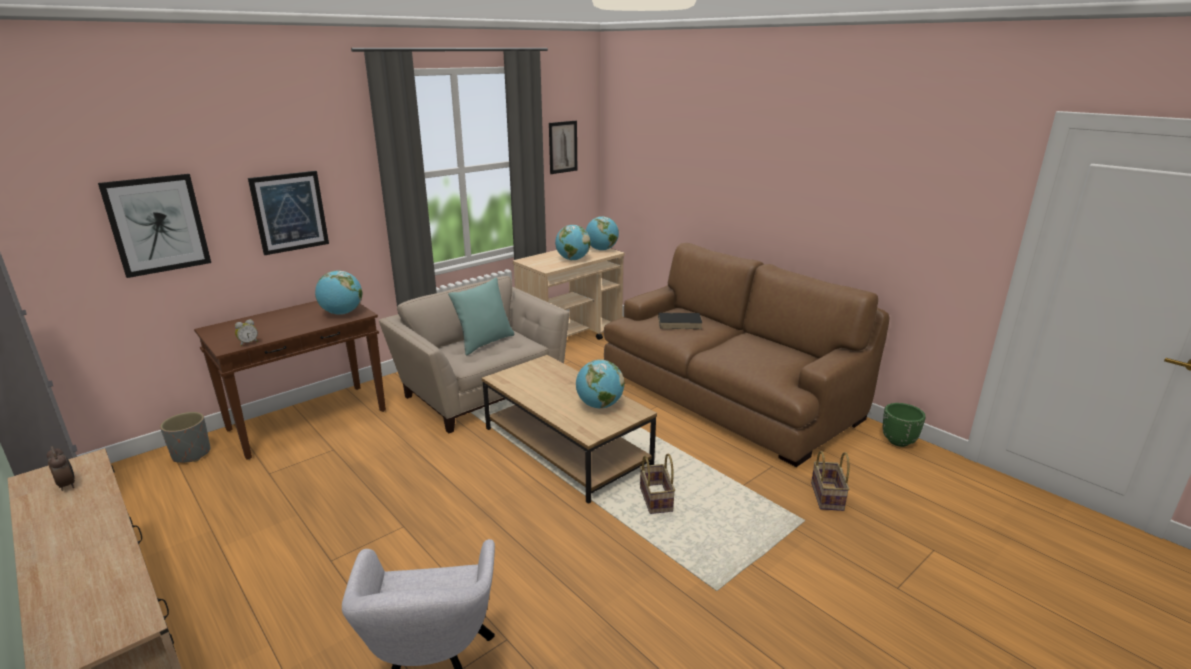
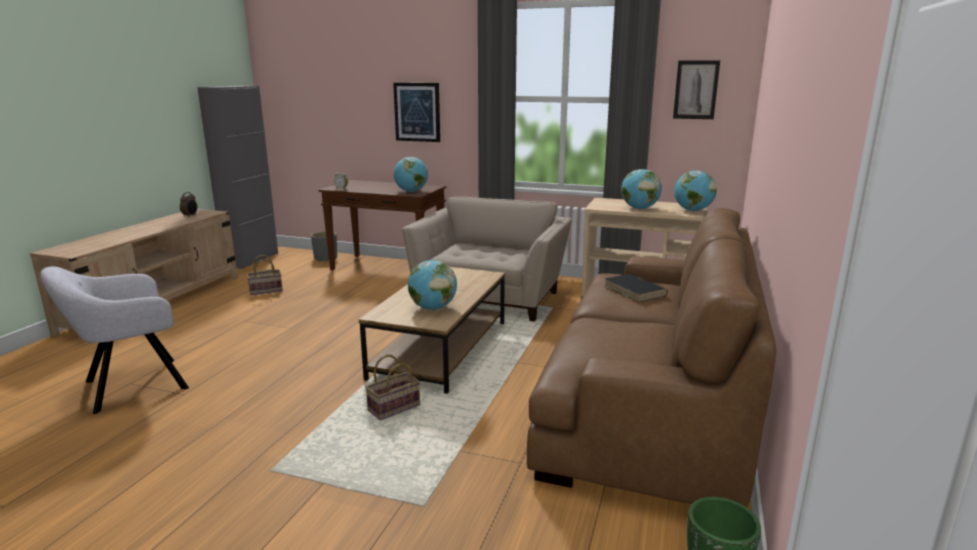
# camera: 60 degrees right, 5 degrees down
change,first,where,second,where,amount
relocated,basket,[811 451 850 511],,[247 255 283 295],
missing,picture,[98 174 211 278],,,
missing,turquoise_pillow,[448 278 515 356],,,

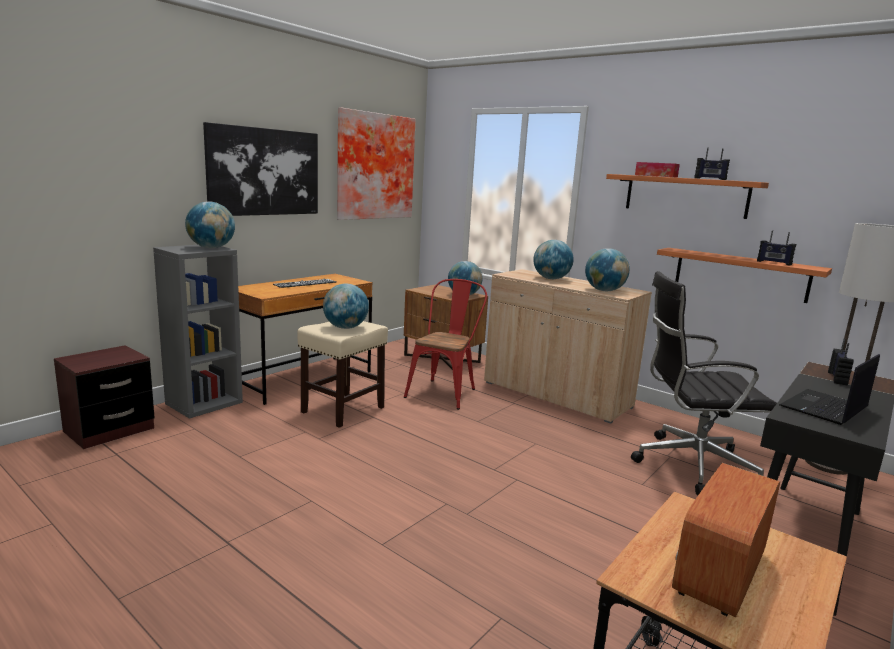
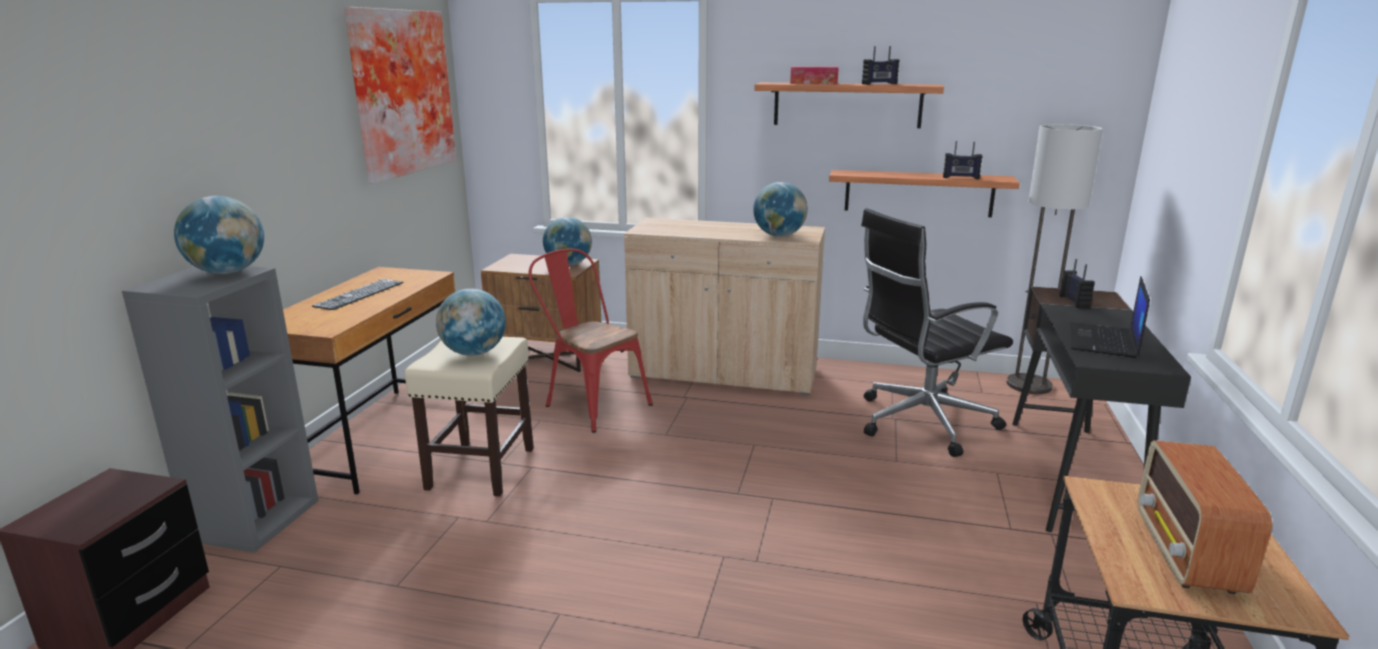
# camera: 25 degrees left, 5 degrees up
change,first,where,second,where,amount
spun,red_chair,[404 279 487 410],,[528 249 653 433],45 degrees counterclockwise
missing,picture,[203 122 318 216],,,
missing,globe,[533 240 574 279],,,

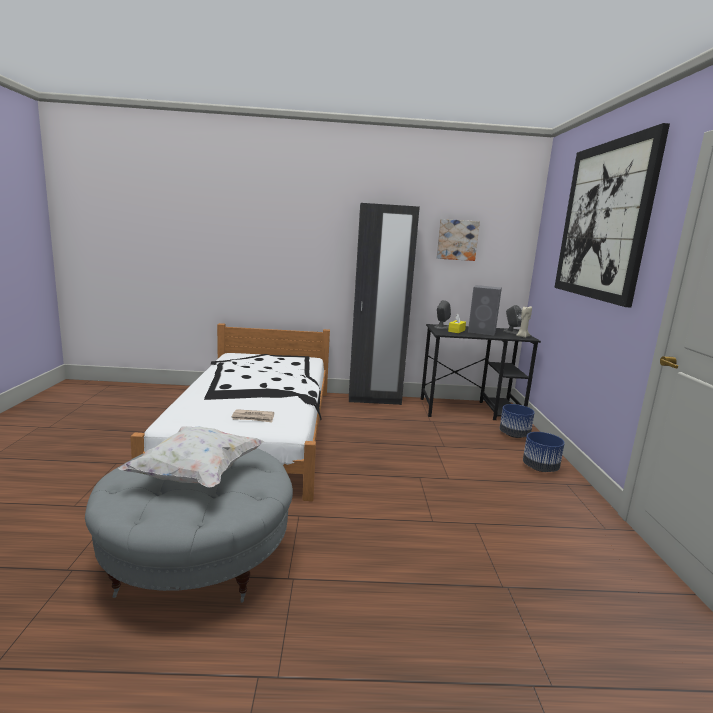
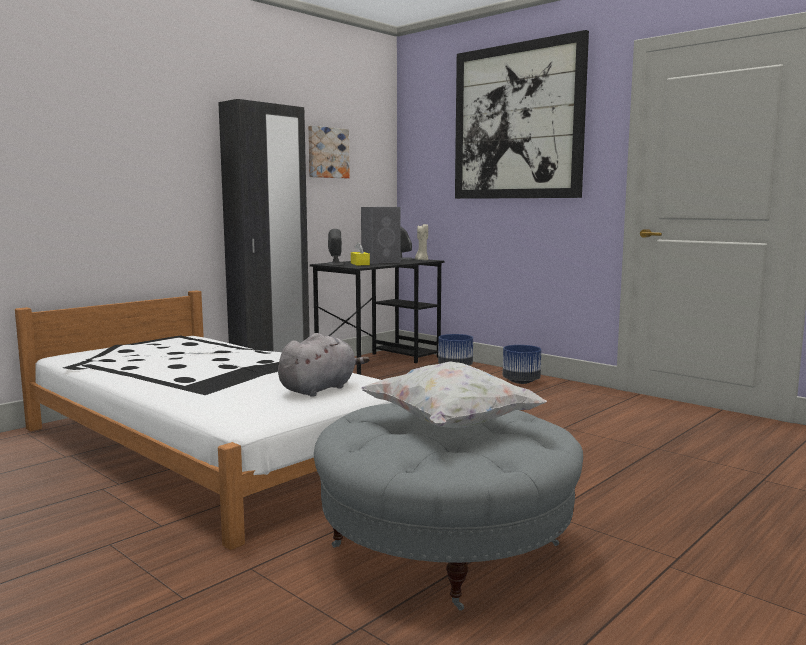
# camera: 45 degrees left, 5 degrees down
change,first,where,second,where,amount
exchanged,newspaper,[231 409 274 422],grey_plush_toy,[278 333 370 397],

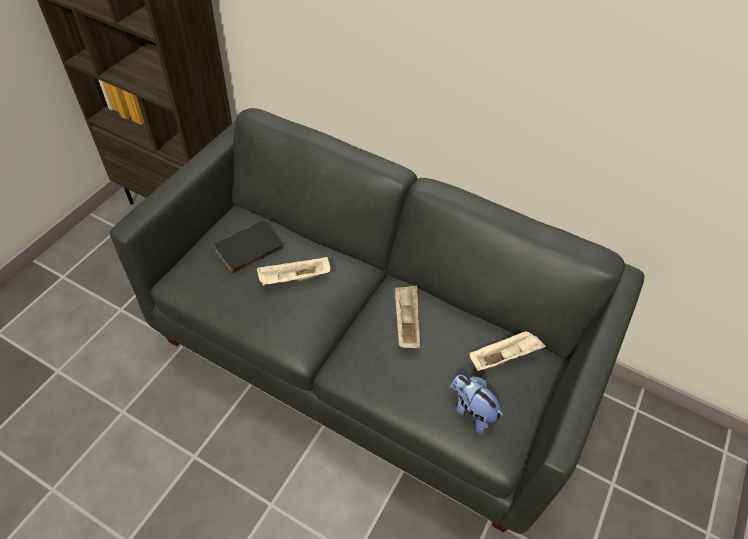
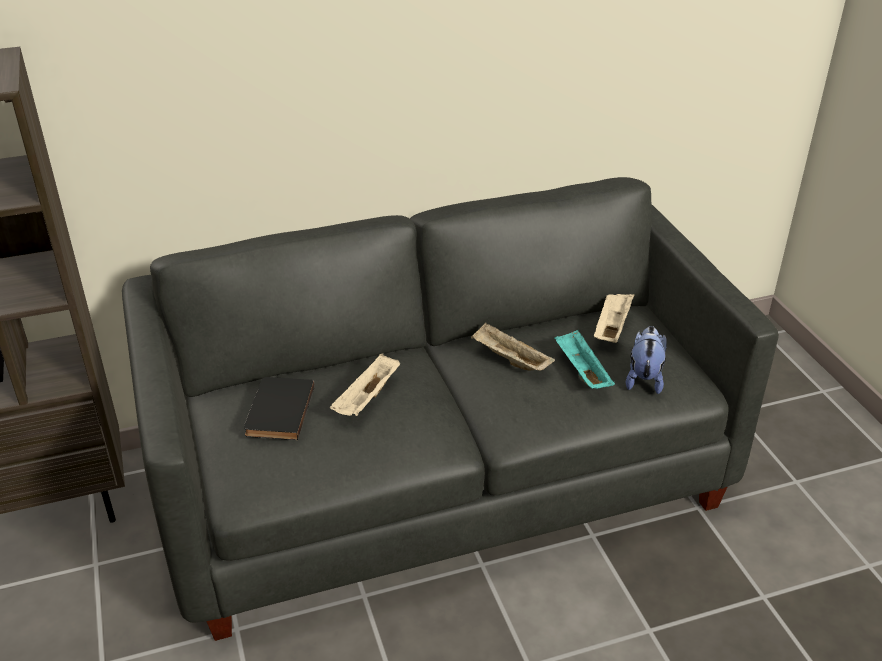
# camera: 45 degrees left, 15 degrees down
change,first,where,second,where,amount
appeared,,,turquoise_tray,[554 330 615 389],
spun,plush_toy,[449 375 504 435],,[626 326 667 394],105 degrees clockwise

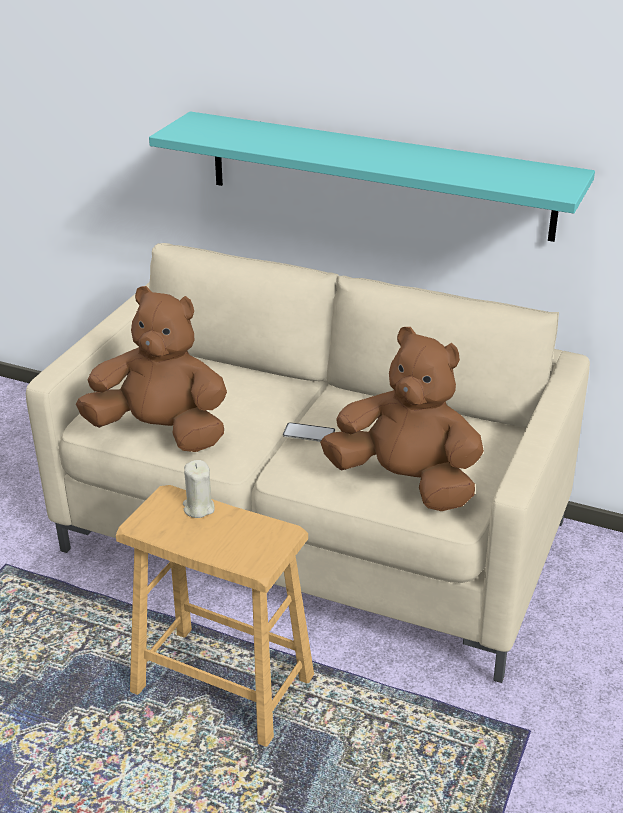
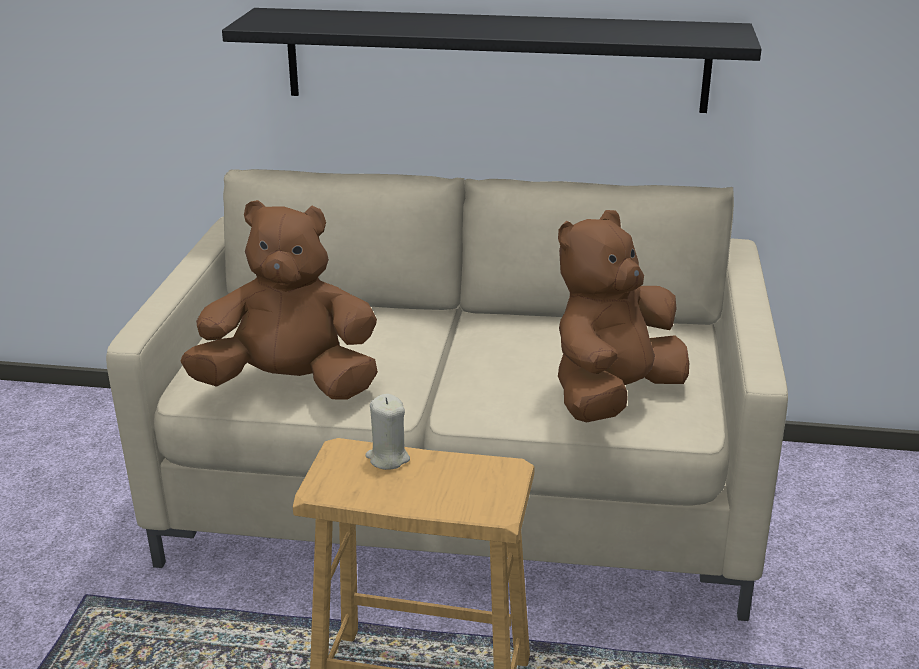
# camera: 15 degrees left, 5 degrees down
change,first,where,second,where,amount
colour,turquoise_shelf,[149 111 595 242],black_shelf,[222 8 762 113],
spun,brown_plush_toy,[320 327 484 511],,[558 210 689 423],60 degrees counterclockwise
missing,phone,[283 422 335 442],,,

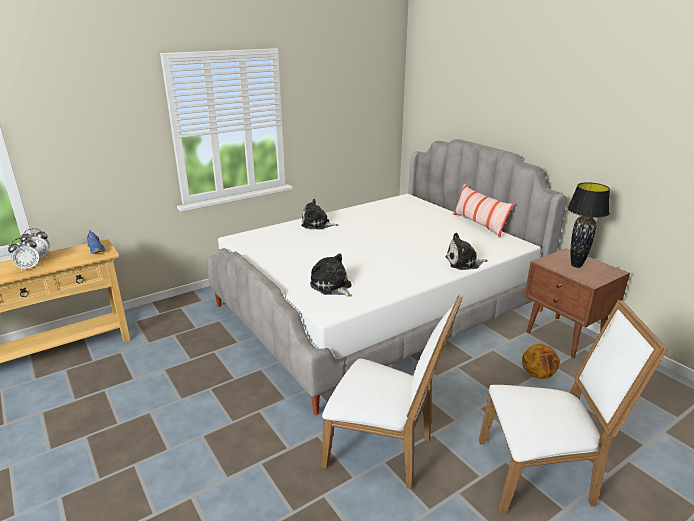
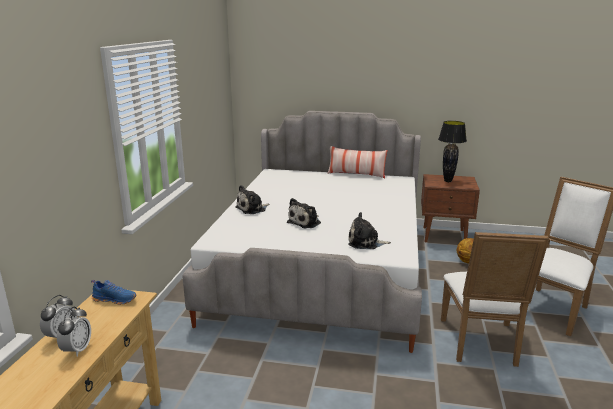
# camera: 45 degrees left, 5 degrees down
change,first,where,second,where,amount
relocated,plush_toy,[445 233 488 270],,[287 198 321 229],
spun,white_chair,[322 295 463 490],,[441 232 549 367],120 degrees clockwise

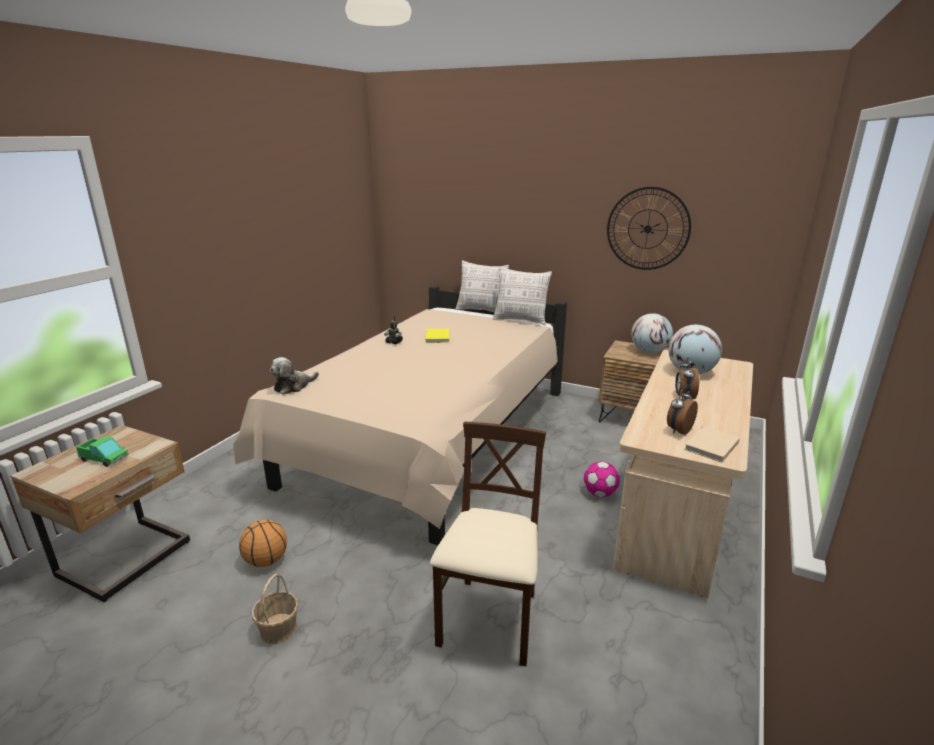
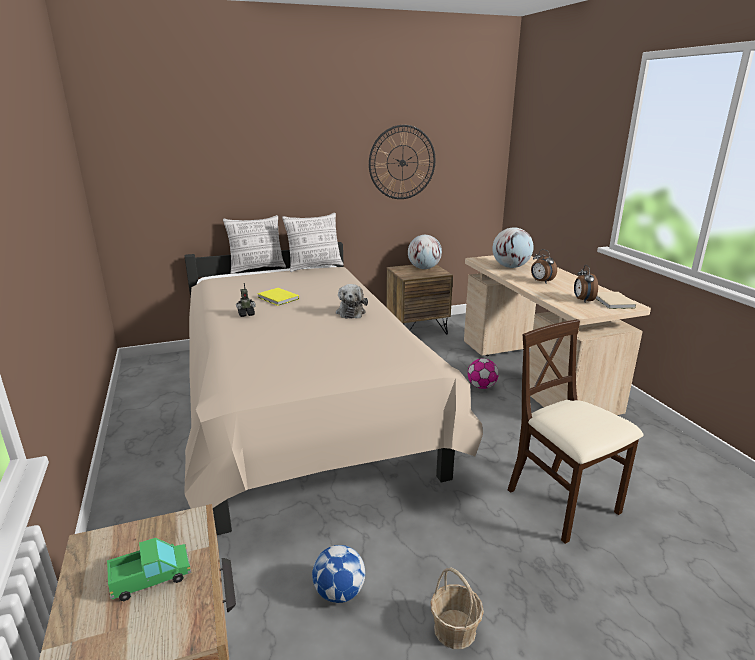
# camera: 45 degrees left, 0 degrees up
change,first,where,second,where,amount
exchanged,basketball,[239 520 287 567],football,[312 545 365 603],
relocated,plush_toy,[270 357 319 395],,[336 284 368 319],

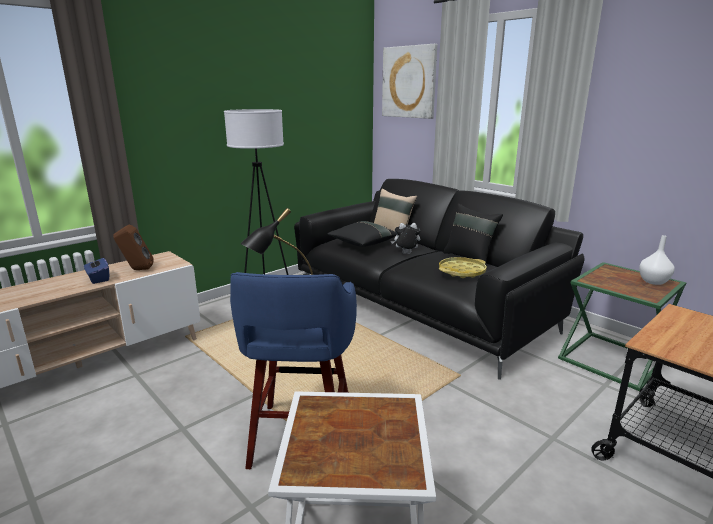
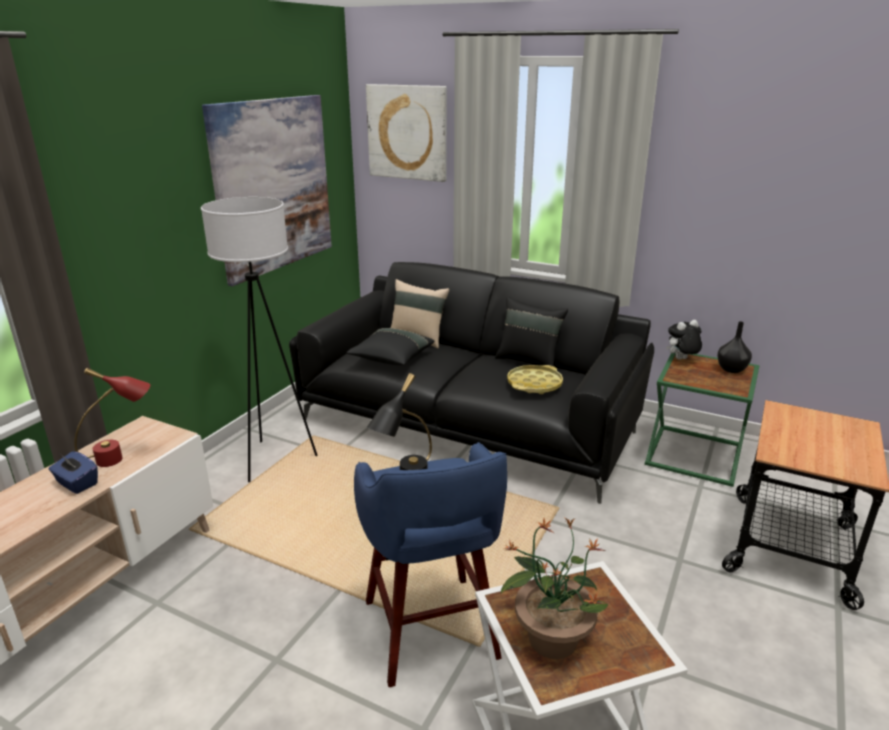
# camera: 20 degrees left, 5 degrees up
change,first,where,second,where,amount
exchanged,brown_speaker,[113 225 154 270],red_table_lamp,[74 368 150 467],
appeared,,,picture,[202 95 332 286],
appeared,,,potted_plant,[501 517 608 659],
relocated,plush_toy,[391 223 420 254],,[666 320 702 360],
colour,white_vase,[639 235 675 285],black_vase,[717 321 752 373],

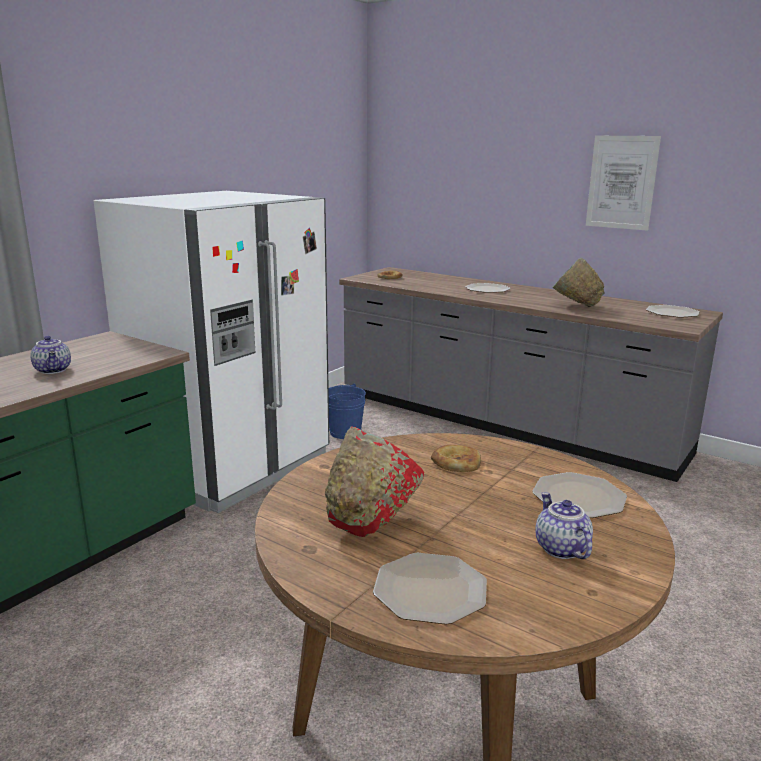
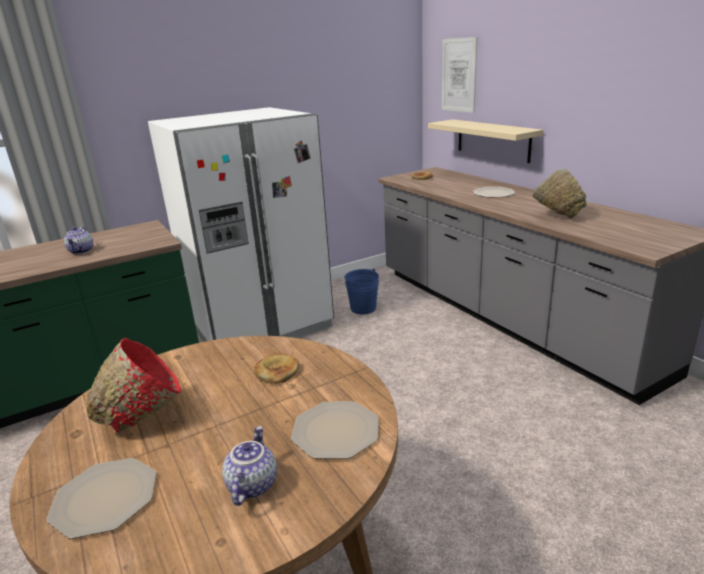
# camera: 25 degrees right, 5 degrees up
change,first,where,second,where,amount
appeared,,,beige_shelf,[428 119 543 163],
relocated,picture,[586 136 661 231],,[442 37 477 113],
missing,plate,[646 305 700 318],,,

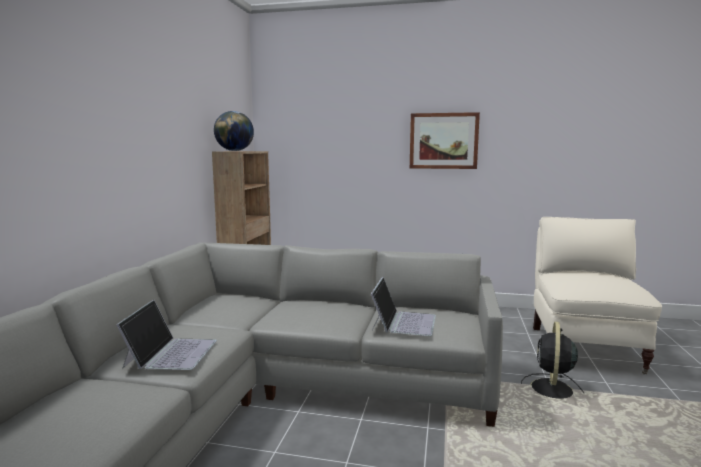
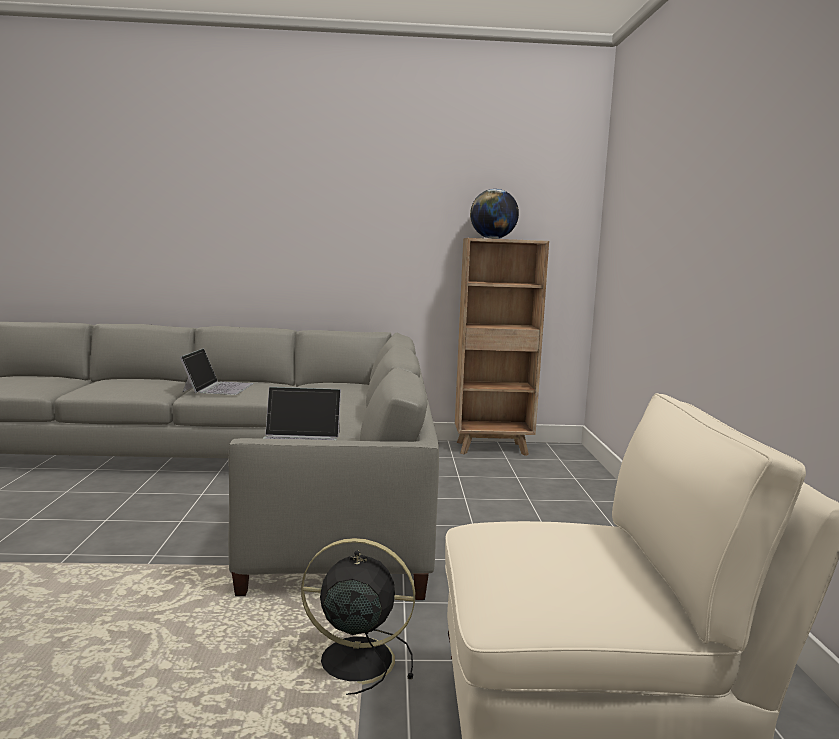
# camera: 75 degrees right, 0 degrees up
change,first,where,second,where,amount
spun,laptop,[117 300 217 370],,[180 348 254 395],75 degrees counterclockwise
missing,picture,[410 112 480 169],,,

